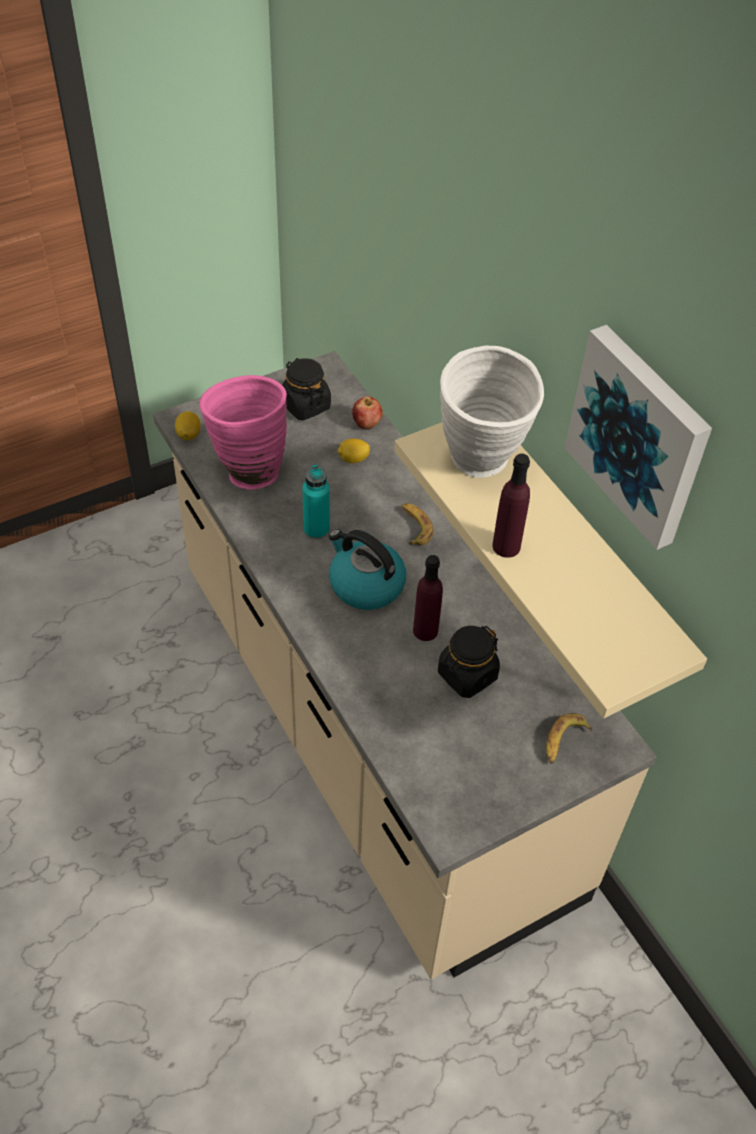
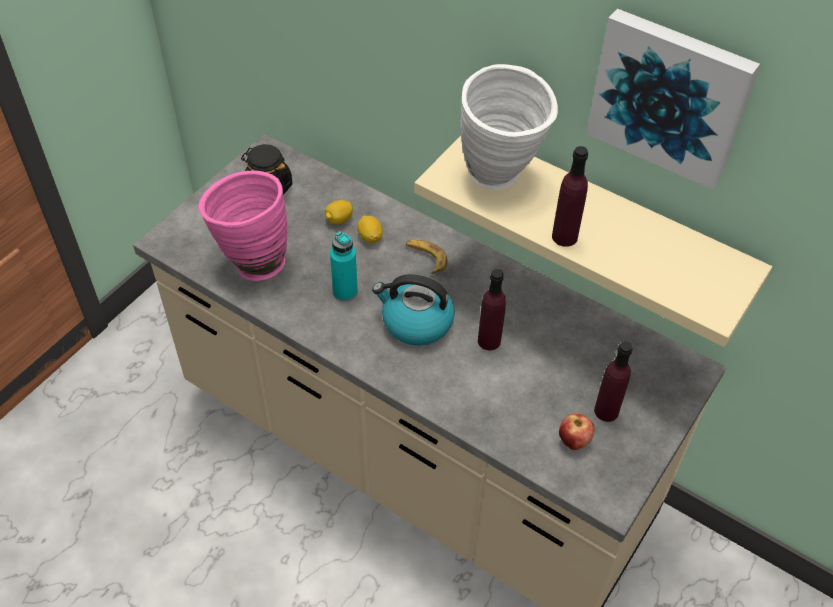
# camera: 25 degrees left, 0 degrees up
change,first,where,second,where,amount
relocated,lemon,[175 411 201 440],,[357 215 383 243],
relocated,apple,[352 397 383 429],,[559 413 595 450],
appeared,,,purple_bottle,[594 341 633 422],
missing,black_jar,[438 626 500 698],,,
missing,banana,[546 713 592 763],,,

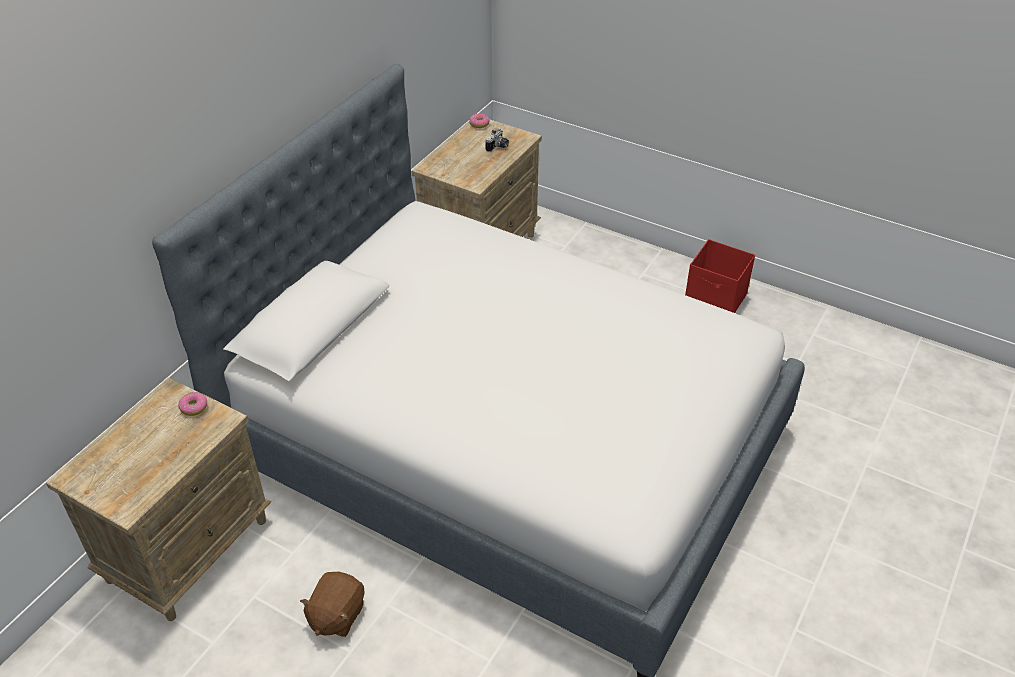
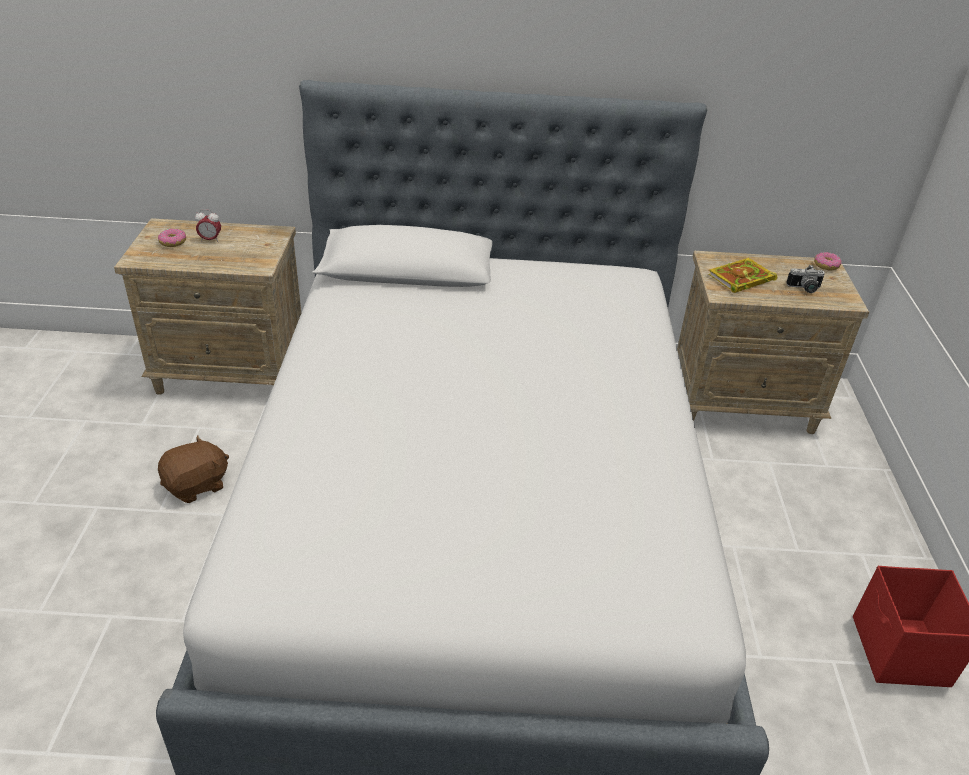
# camera: 60 degrees right, 5 degrees down
change,first,where,second,where,amount
relocated,donut,[178 392 207 416],,[158 229 186 247],
spun,brown_plush_toy,[300 572 365 637],,[158 435 229 503],150 degrees clockwise
appeared,,,alarm_clock,[195 209 221 242],
appeared,,,book,[708 258 777 293],

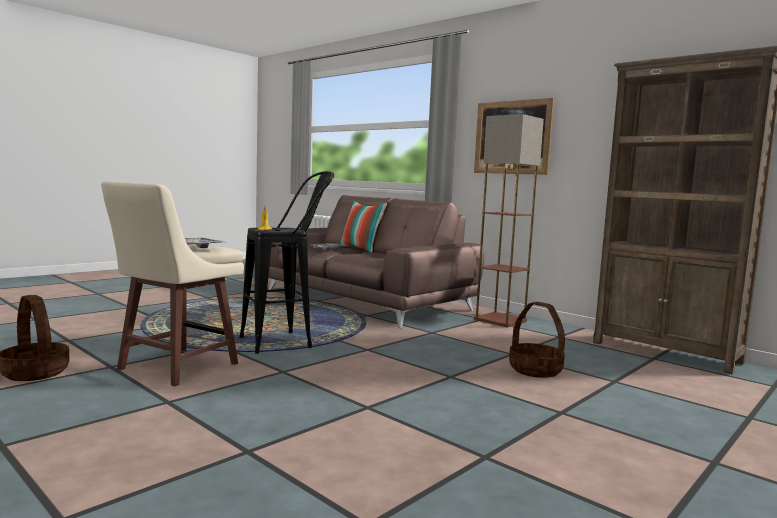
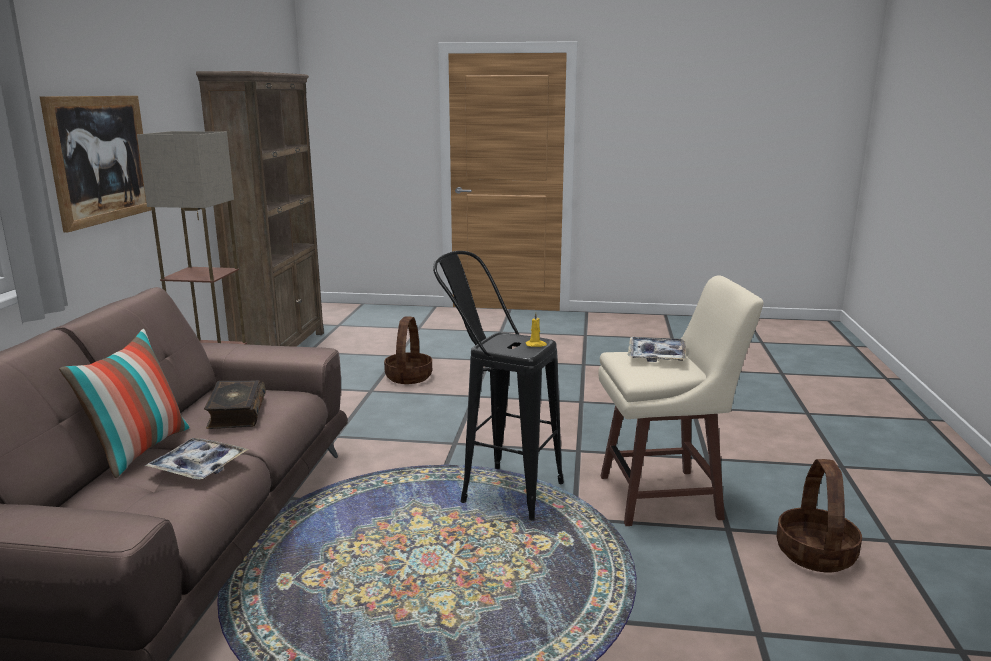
# camera: 125 degrees left, 10 degrees up
change,first,where,second,where,amount
appeared,,,book,[204 380 266 429],

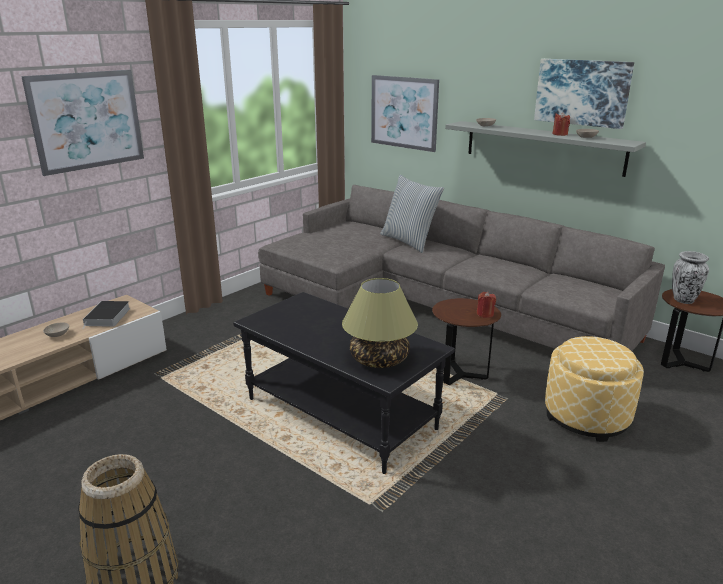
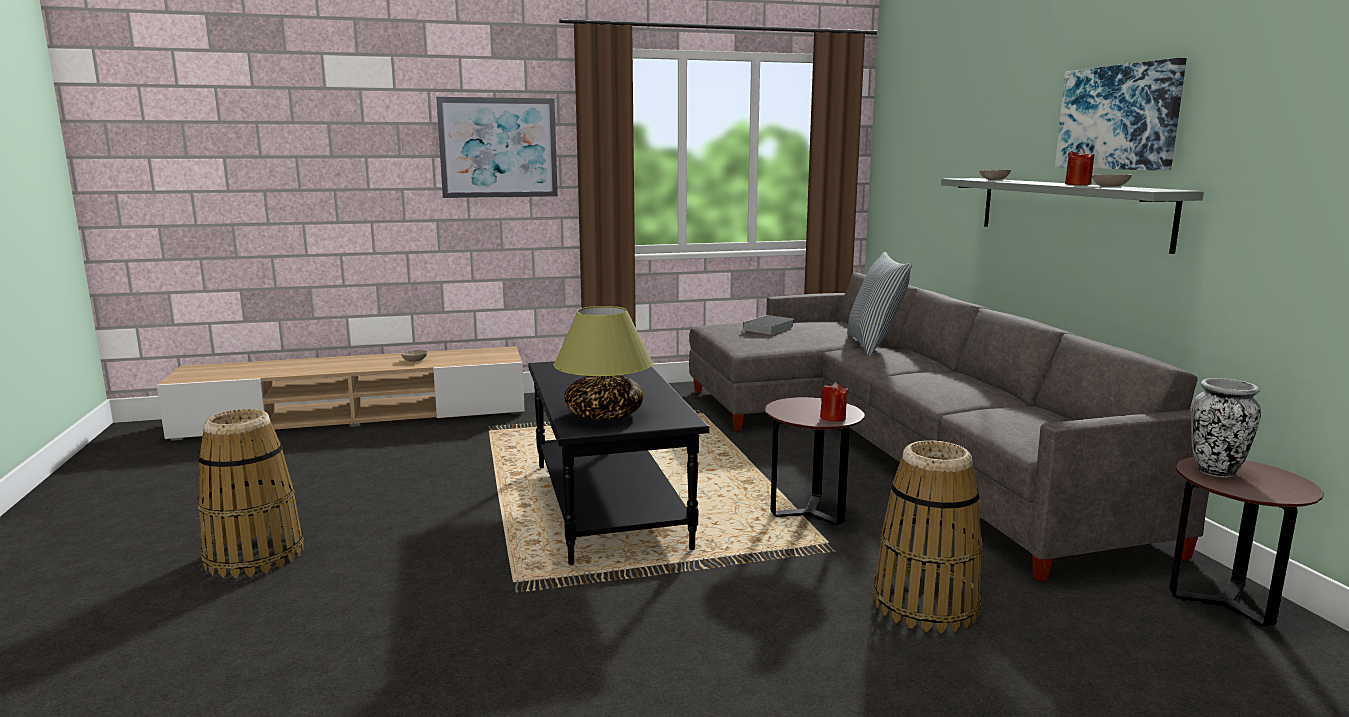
# camera: 35 degrees right, 10 degrees down
change,first,where,second,where,amount
relocated,book,[82 301 130 330],,[740 315 794 335],
exchanged,ottoman,[545 336 644 442],basket,[874 440 983 633],
missing,picture,[371 75 439 152],,,

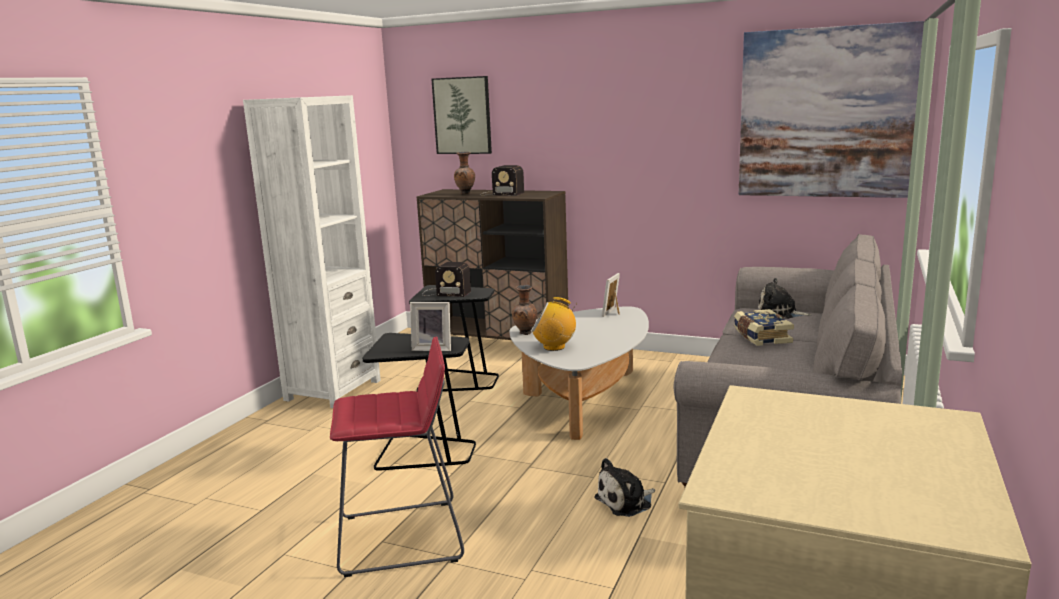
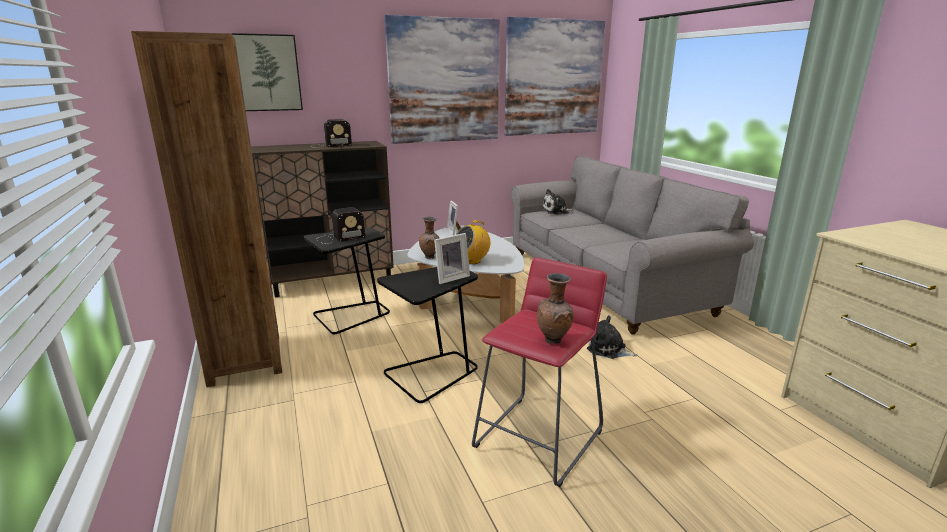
# camera: 45 degrees left, 5 degrees up
change,first,where,second,where,amount
colour,white_bookcase,[243 95 381 408],brown_bookcase,[131 31 282 387],
appeared,,,picture,[385 15 500 144],
relocated,brown_vase,[454 152 475 194],,[537 273 574 344],
spun,plush_toy,[594 458 655 517],,[587 315 637 359],105 degrees clockwise
missing,book,[734 309 794 346],,,

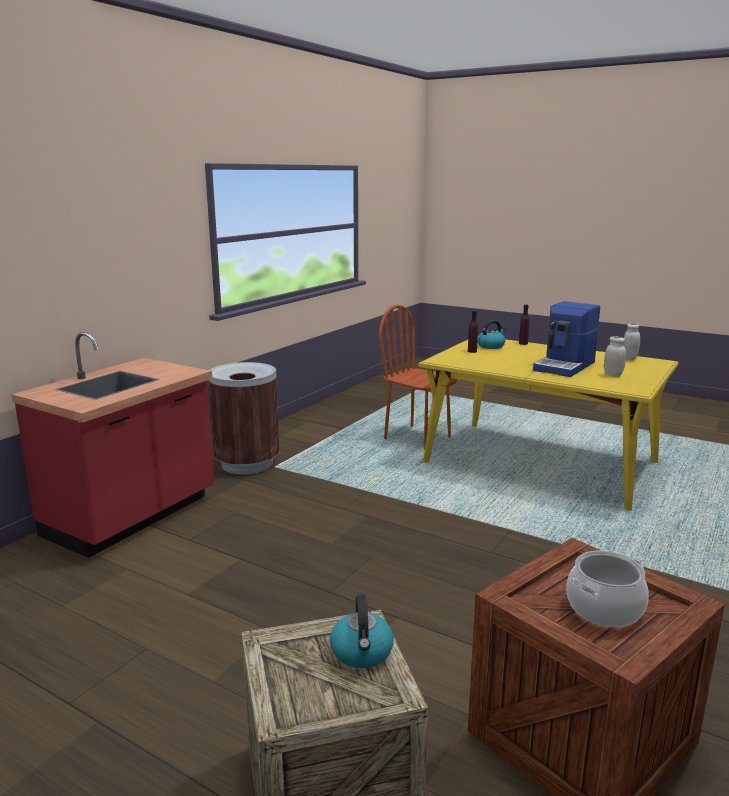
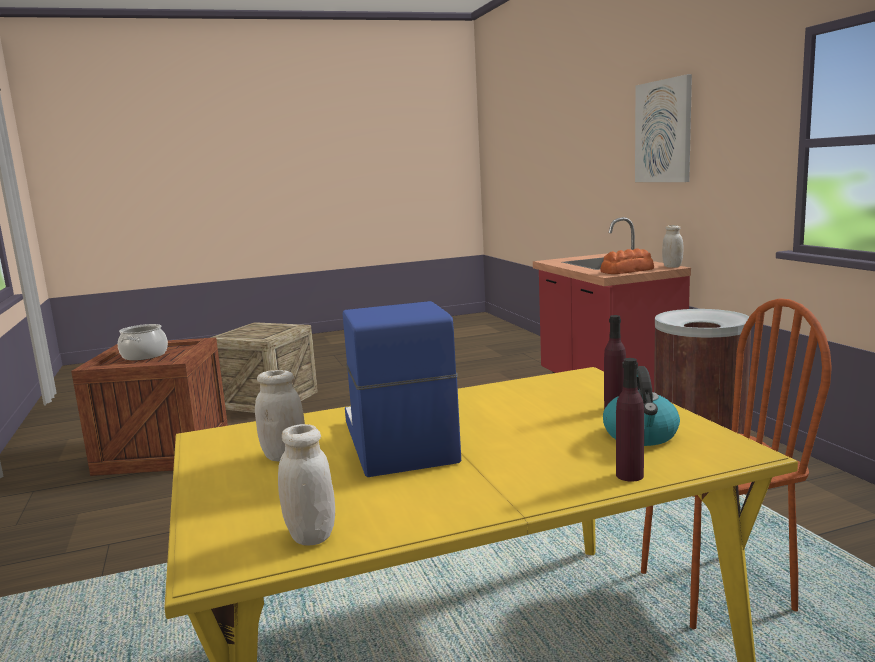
# camera: 130 degrees right, 5 degrees down
change,first,where,second,where,amount
appeared,,,bread,[600 248 654 274],
appeared,,,picture,[635 74 692 182],
appeared,,,white_jar,[662 225 684 268],
missing,kettle,[330 594 394 668],,,

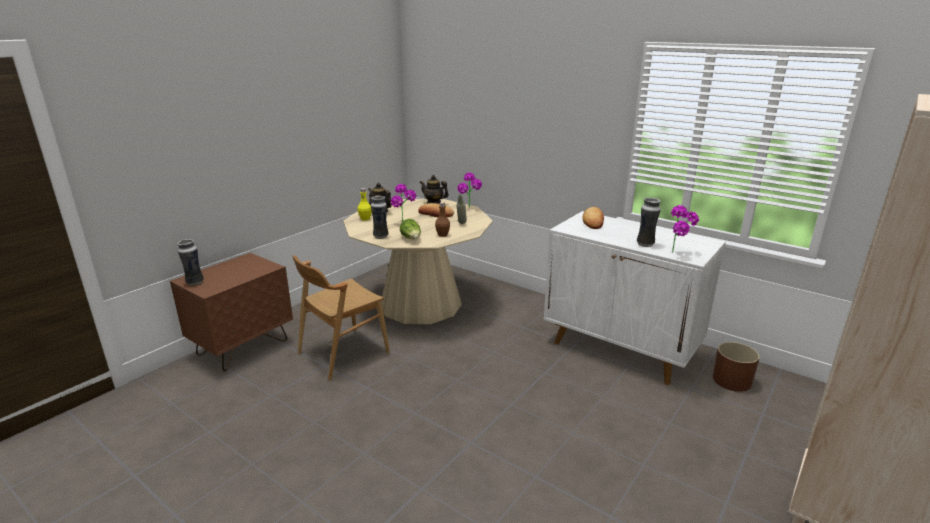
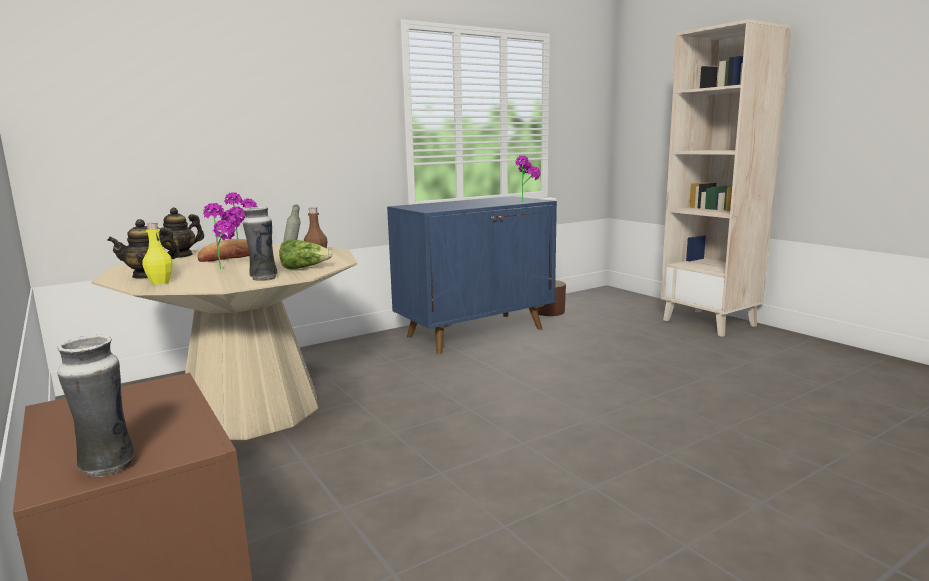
# camera: 70 degrees left, 10 degrees down
change,first,where,second,where,amount
colour,white_cabinet,[544 211 726 385],blue_cabinet,[387 196 557 354],
missing,brown_chair,[292 255 390 380],,,
missing,bread,[582 207 604 229],,,
missing,vase,[637 197 661 247],,,

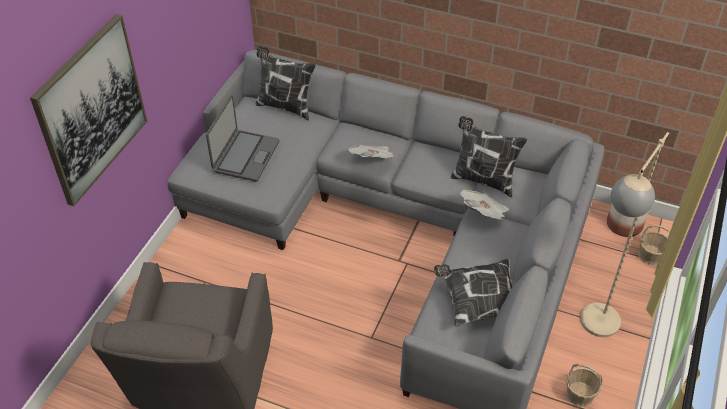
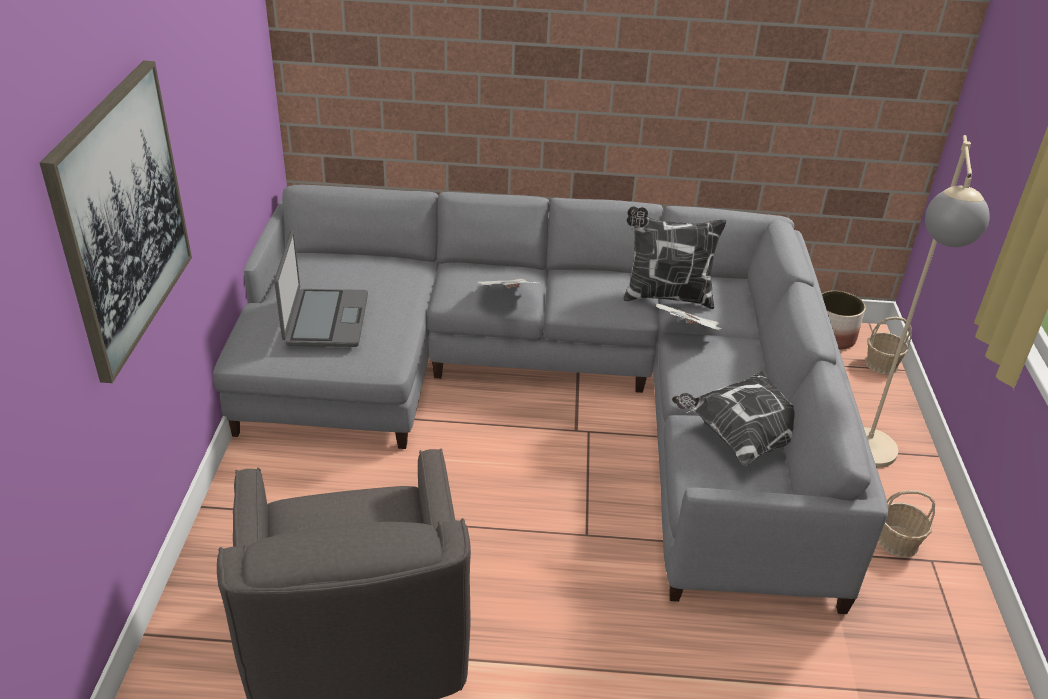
# camera: 20 degrees left, 10 degrees down
change,first,where,second,where,amount
missing,pillow,[255 46 316 120],,,

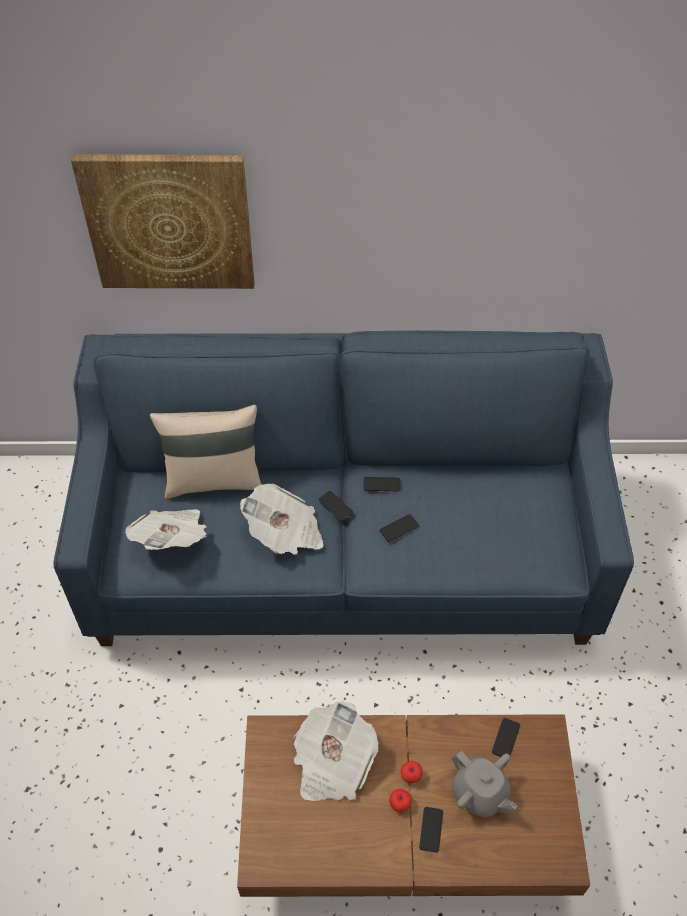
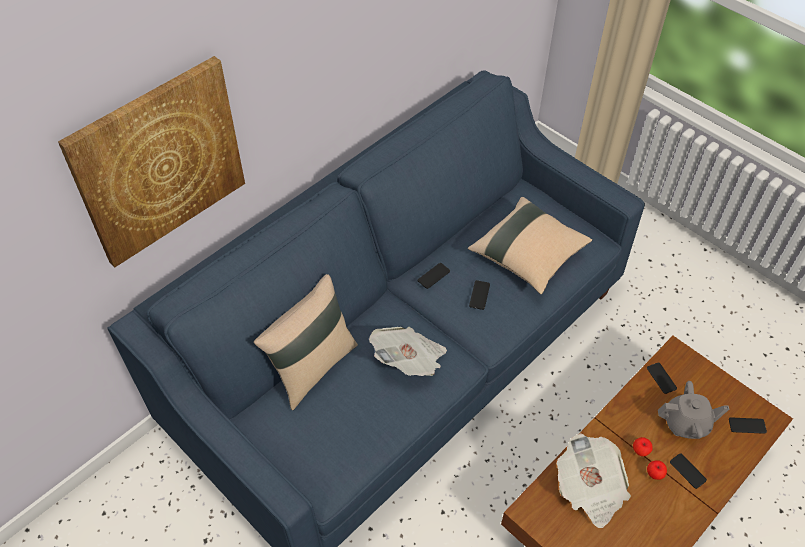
# camera: 45 degrees left, 0 degrees up
change,first,where,second,where,amount
appeared,,,beige_pillow,[468 197 592 294],
relocated,phone,[318 491 353 522],,[729 417 767 434],
missing,newspaper,[125 509 207 550],,,

